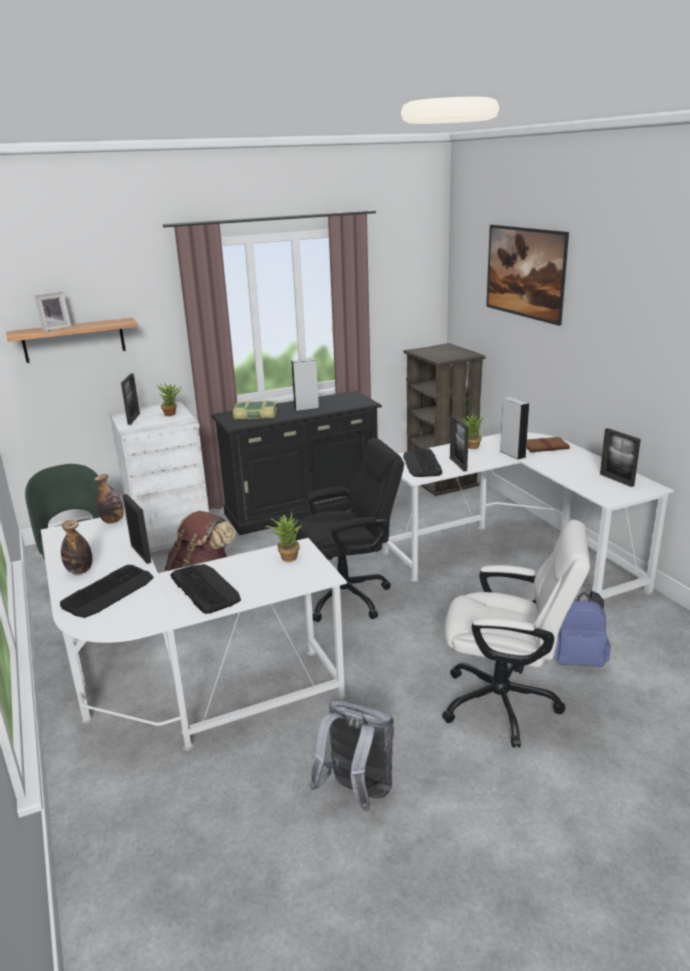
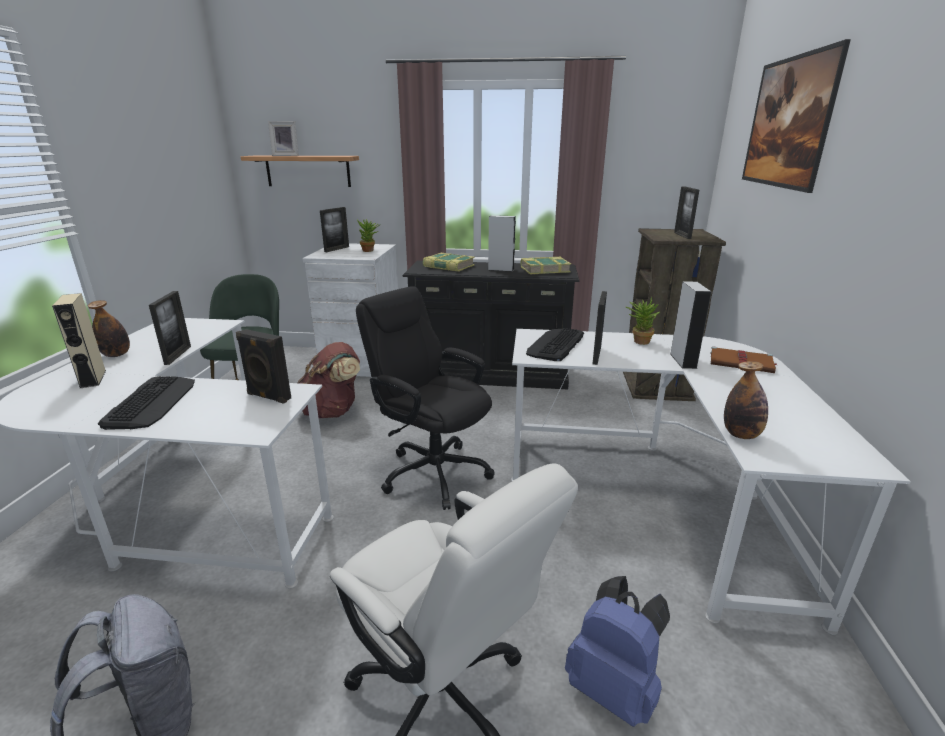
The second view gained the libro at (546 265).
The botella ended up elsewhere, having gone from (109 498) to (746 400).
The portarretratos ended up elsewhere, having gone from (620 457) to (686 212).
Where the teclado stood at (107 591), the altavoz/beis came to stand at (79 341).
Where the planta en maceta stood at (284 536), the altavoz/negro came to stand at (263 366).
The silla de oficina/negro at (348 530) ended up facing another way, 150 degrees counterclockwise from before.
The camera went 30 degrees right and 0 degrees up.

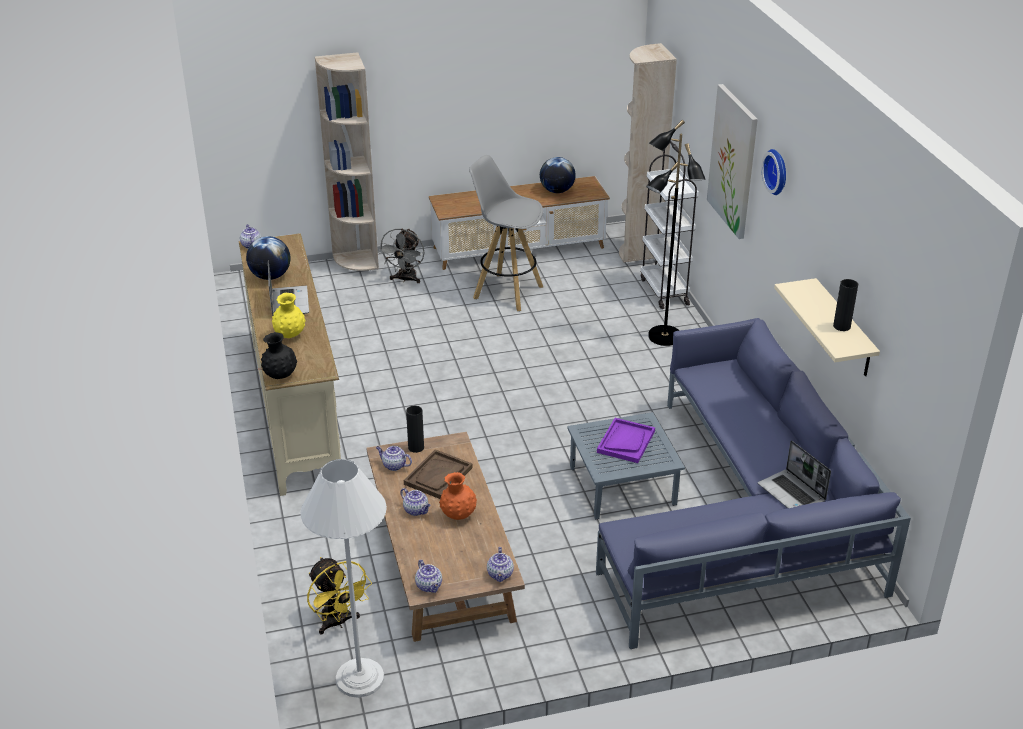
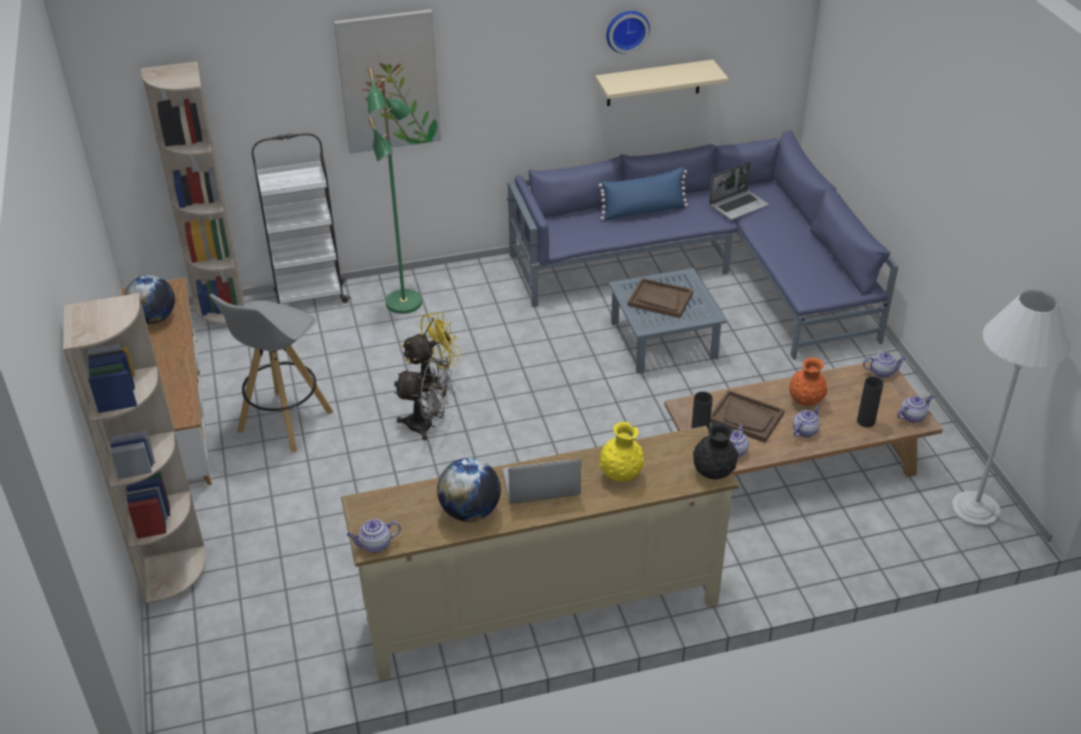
The second view gained the cojín/azul at (643 194).
The ventilador/amarillo ended up elsewhere, having gone from (339 596) to (431 352).
The ventilador/gris ended up elsewhere, having gone from (401 255) to (423 399).
The reloj de pared ended up elsewhere, having gone from (773 172) to (628 32).
The florero/negro ended up elsewhere, having gone from (845 305) to (870 402).
What was the bandeja/morado at (626 440) turned into the bandeja/marrón at (660 298).
What was the lámpara de pie/negro at (676 233) turned into the lámpara de pie/verde at (394 191).
The camera went 90 degrees left and 5 degrees up.

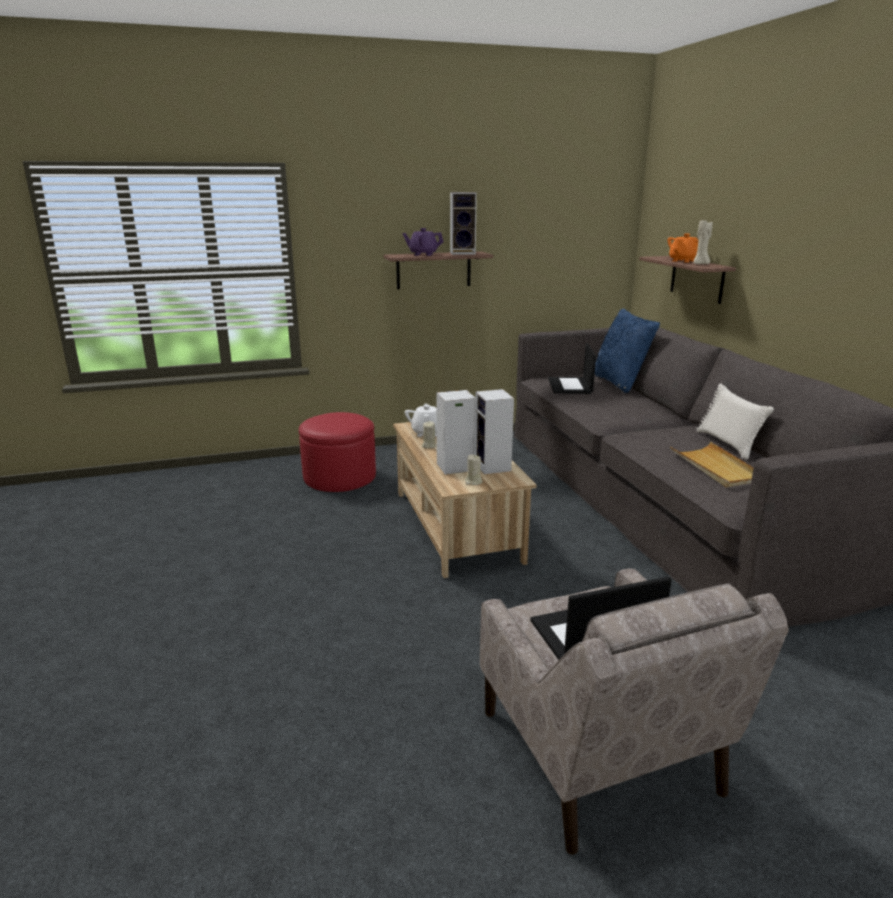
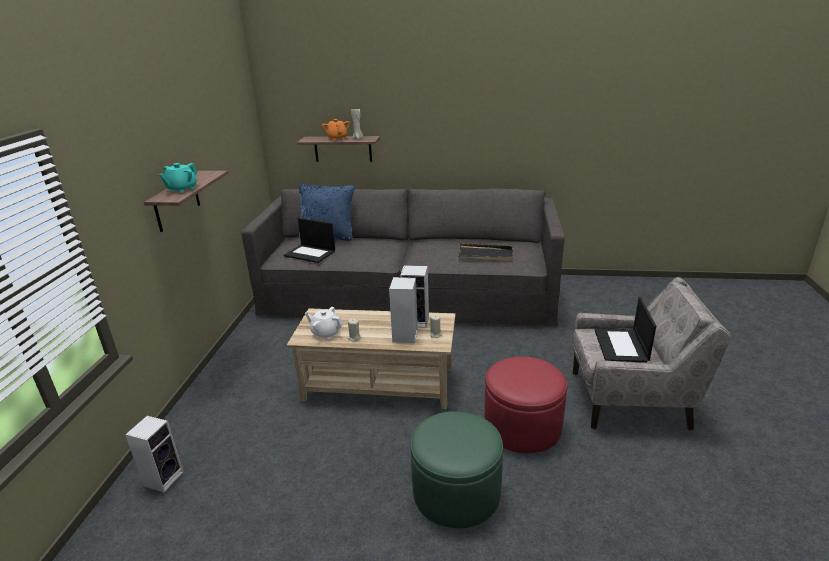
The second view lost the cojín/blanco at (735 422).
The second view gained the puf/verde at (457 469).
The puf/rojo ended up elsewhere, having gone from (337 452) to (525 405).
The altavoz ended up elsewhere, having gone from (463 223) to (154 454).
What was the tetera/morado at (422 242) turned into the tetera/turquesa at (178 178).
What was the bandeja/beis at (711 464) turned into the bandeja/negro at (486 252).
The camera went 65 degrees left and 5 degrees up.

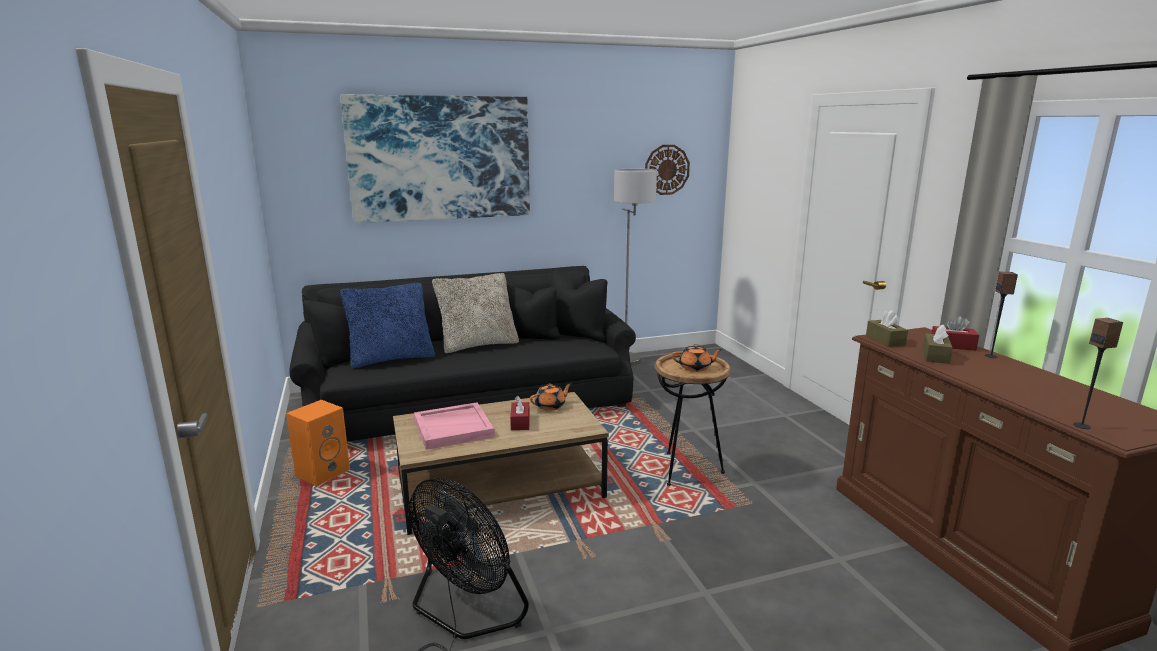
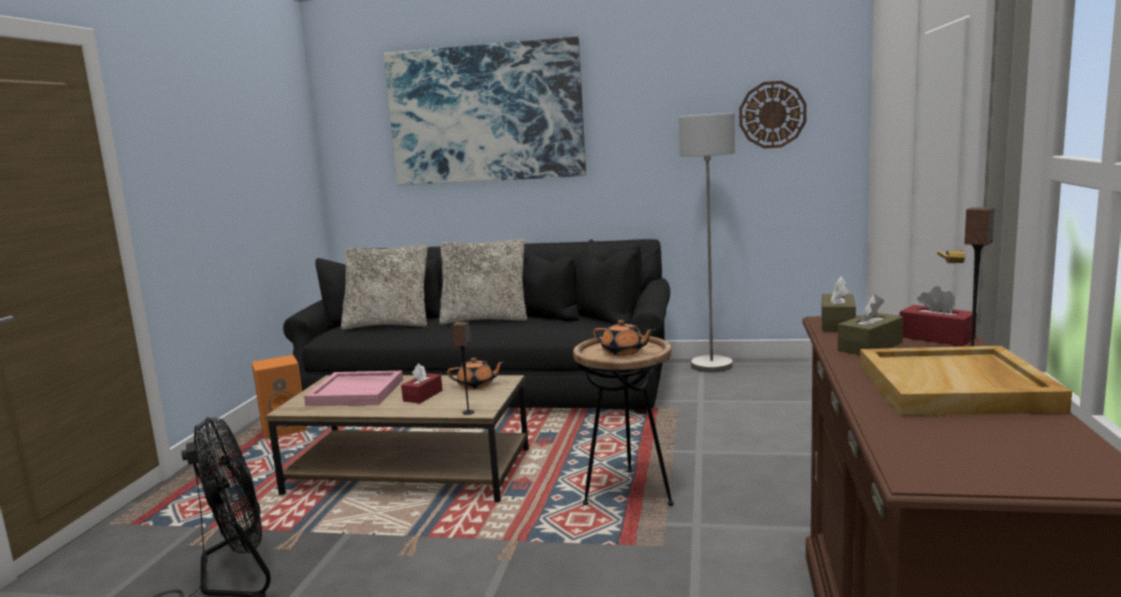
The second view gained the bandeja/beis at (966 381).
The altavoz ended up elsewhere, having gone from (1098 373) to (463 368).
What was the cojín/azul at (387 325) turned into the cojín/beis at (384 287).
The camera went 30 degrees right and 5 degrees down.

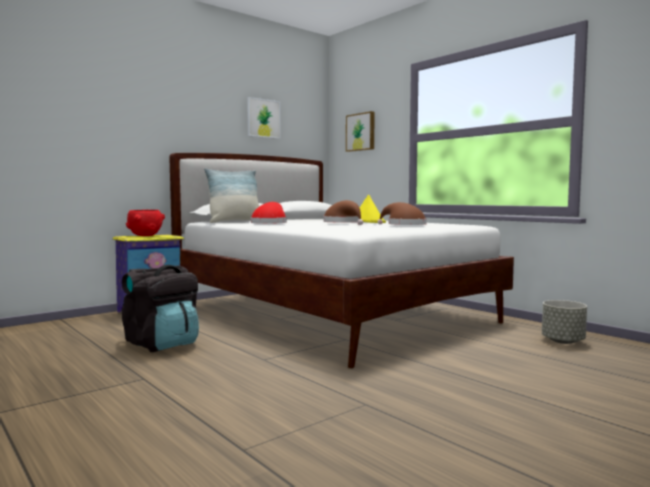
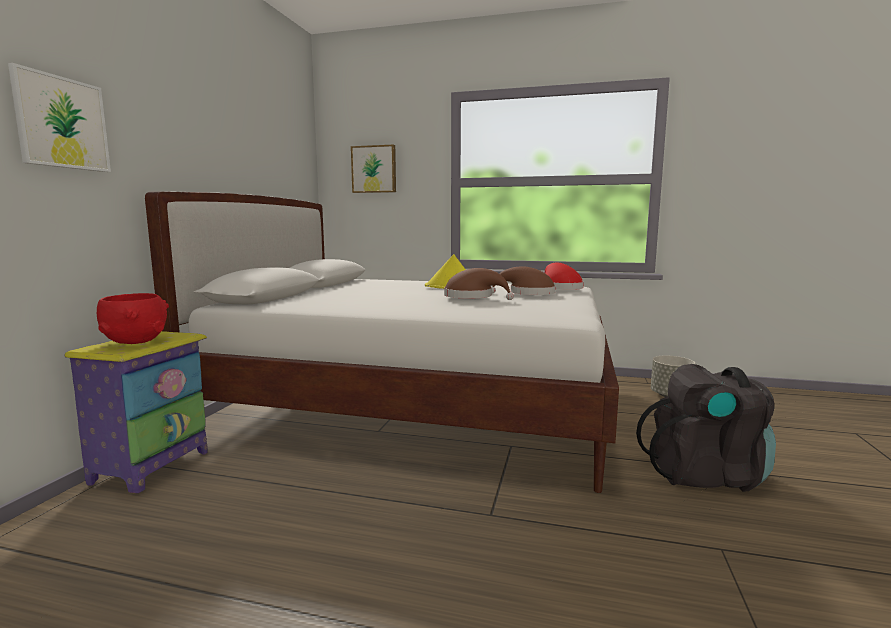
The second view lost the cojín at (231 195).
The mochila/negro ended up elsewhere, having gone from (160 308) to (706 428).
The cuadro ended up elsewhere, having gone from (264 118) to (59 117).
The sombrero/rojo ended up elsewhere, having gone from (269 213) to (564 276).
The camera went 35 degrees left and 5 degrees up.

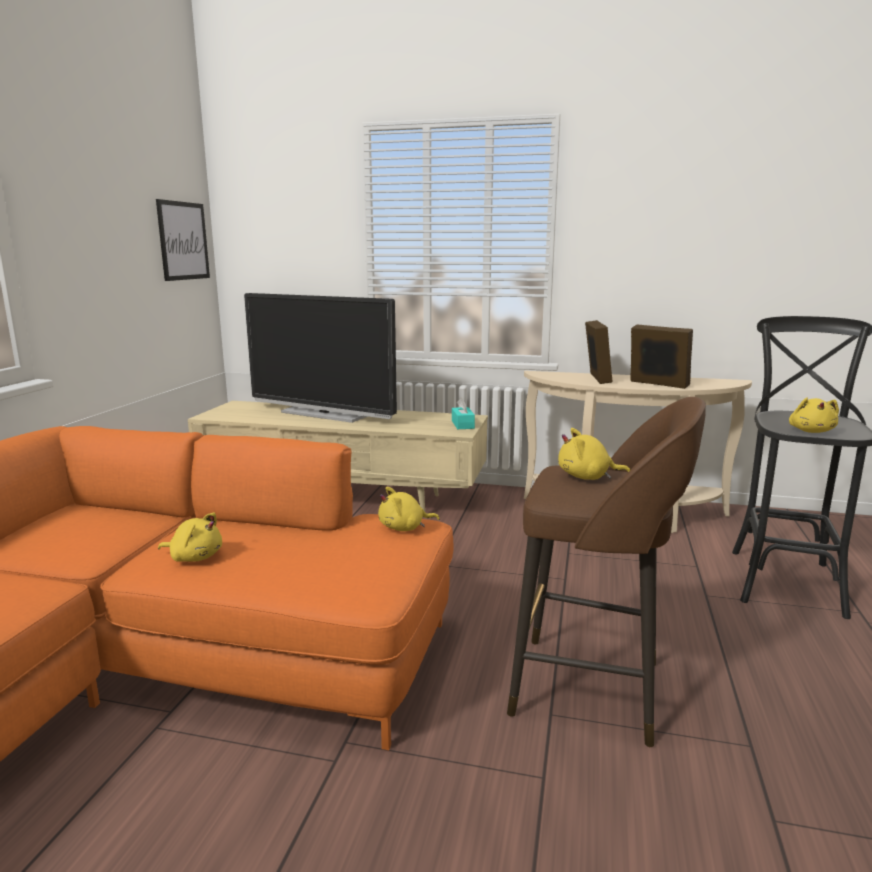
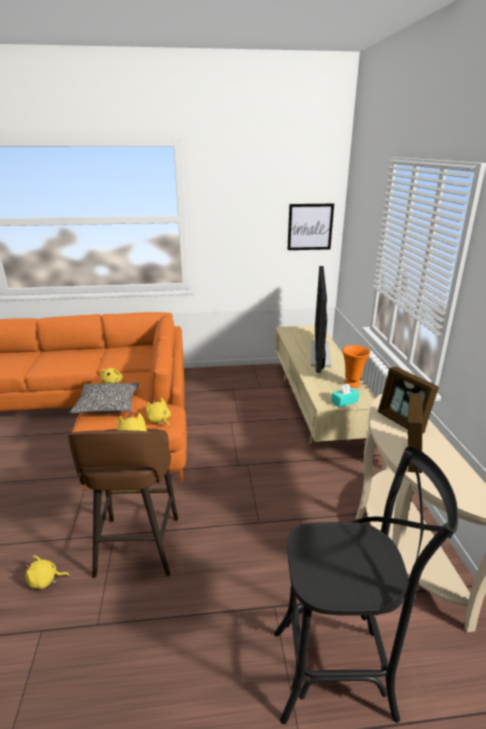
The second view gained the cojín at (104 398).
The second view gained the florero/naranja at (356 366).
The peluche/amarillo ended up elsewhere, having gone from (814 415) to (47 572).
The portarretratos at (599 352) ended up facing another way, 75 degrees clockwise from before.
The camera went 70 degrees right and 10 degrees up.

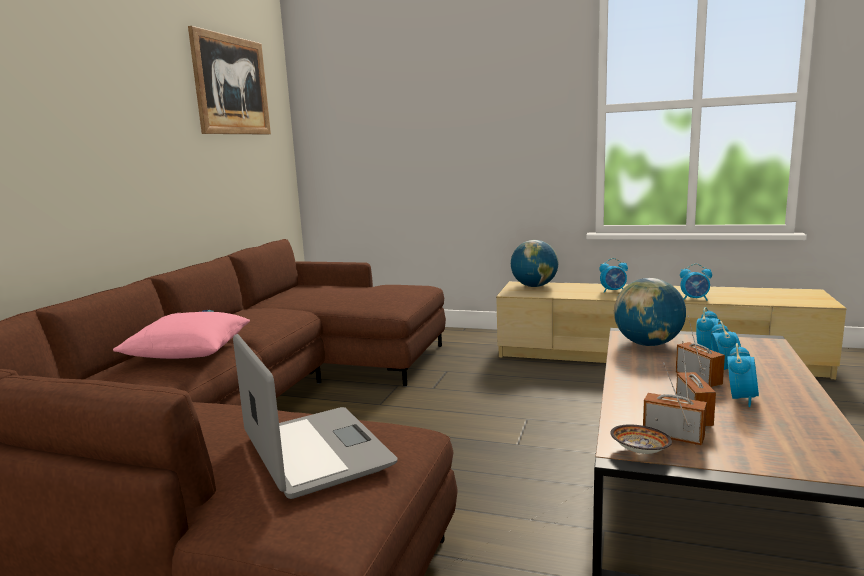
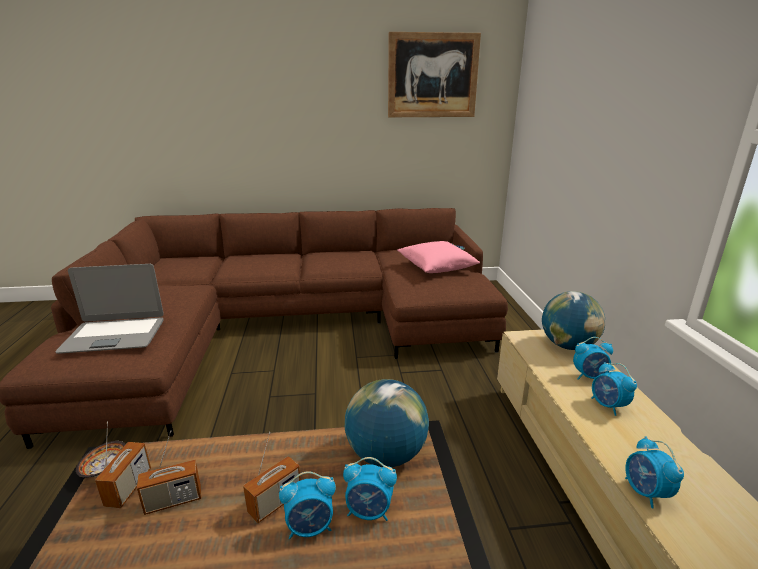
The cojín/rosa ended up elsewhere, having gone from (181 334) to (438 257).
The despertador ended up elsewhere, having gone from (743 375) to (593 358).
The portátil at (315 416) ended up facing another way, 45 degrees clockwise from before.
The camera went 65 degrees right and 10 degrees up.

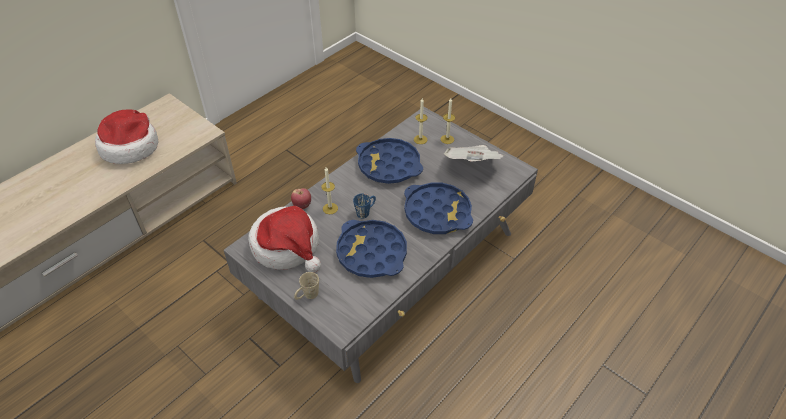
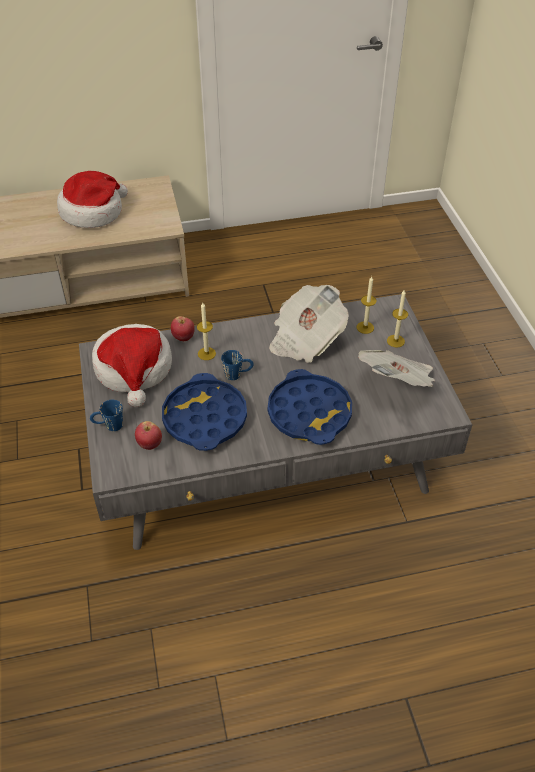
The second view gained the manzana at (148 435).
Where the bandeja/azul stood at (389 161), the periódico came to stand at (309 324).
What was the taza grande/beis at (306 286) turned into the taza grande/azul at (106 415).
The camera went 35 degrees right and 0 degrees up.

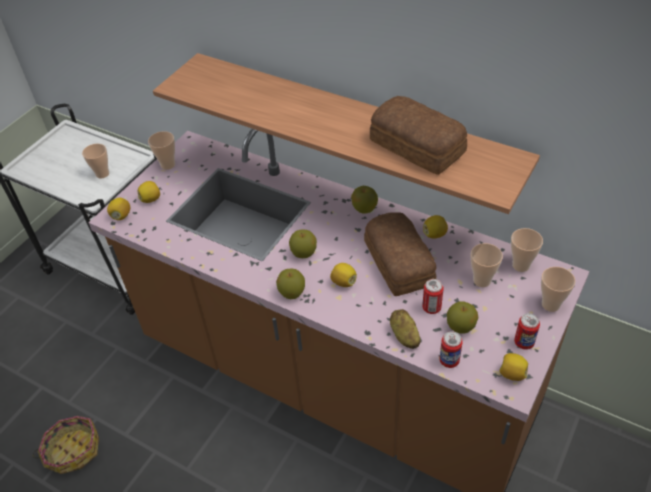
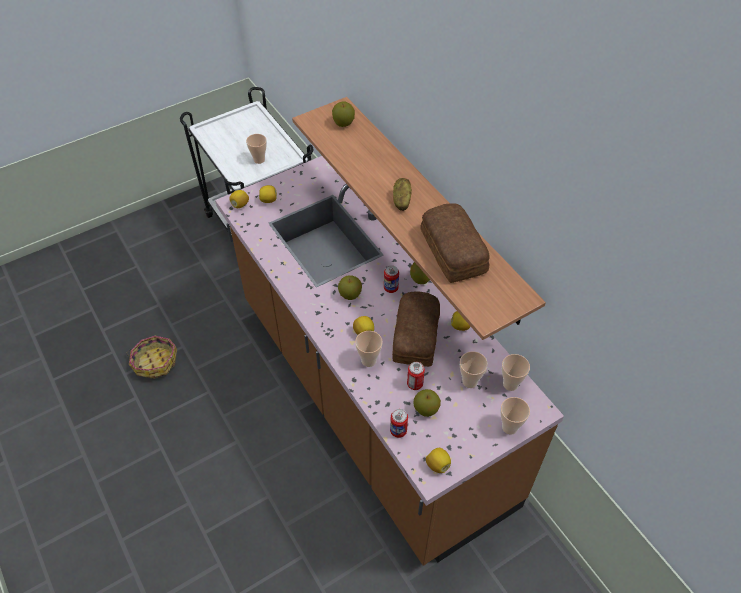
The taza ended up elsewhere, having gone from (161 150) to (369 349).
The manzana ended up elsewhere, having gone from (290 283) to (343 114).
The patata ended up elsewhere, having gone from (405 329) to (402 194).
The lata ended up elsewhere, having gone from (527 331) to (391 279).
The camera went 25 degrees right and 5 degrees up.

